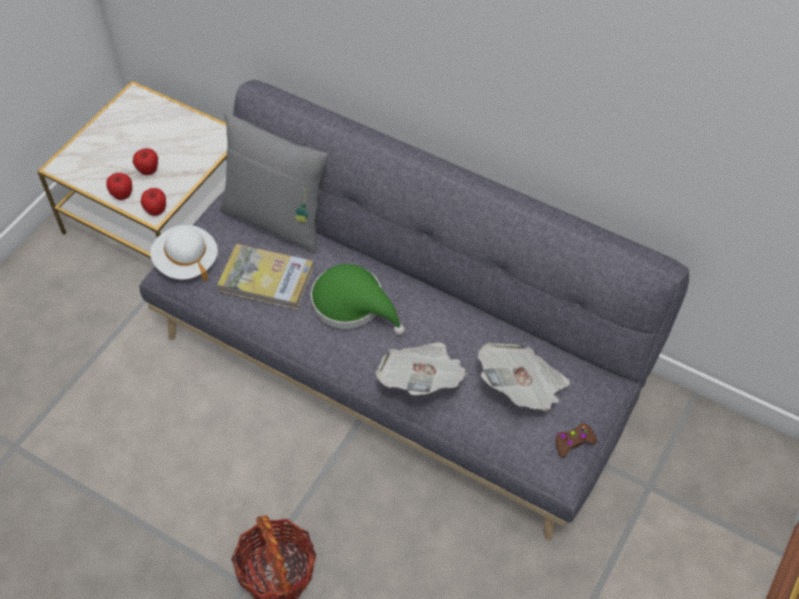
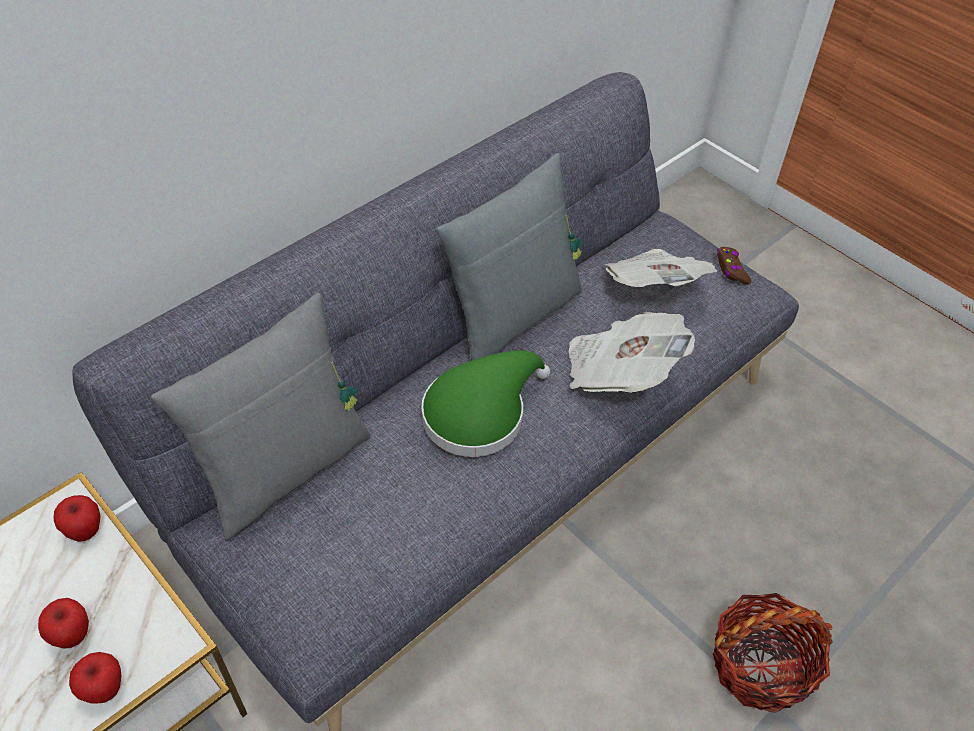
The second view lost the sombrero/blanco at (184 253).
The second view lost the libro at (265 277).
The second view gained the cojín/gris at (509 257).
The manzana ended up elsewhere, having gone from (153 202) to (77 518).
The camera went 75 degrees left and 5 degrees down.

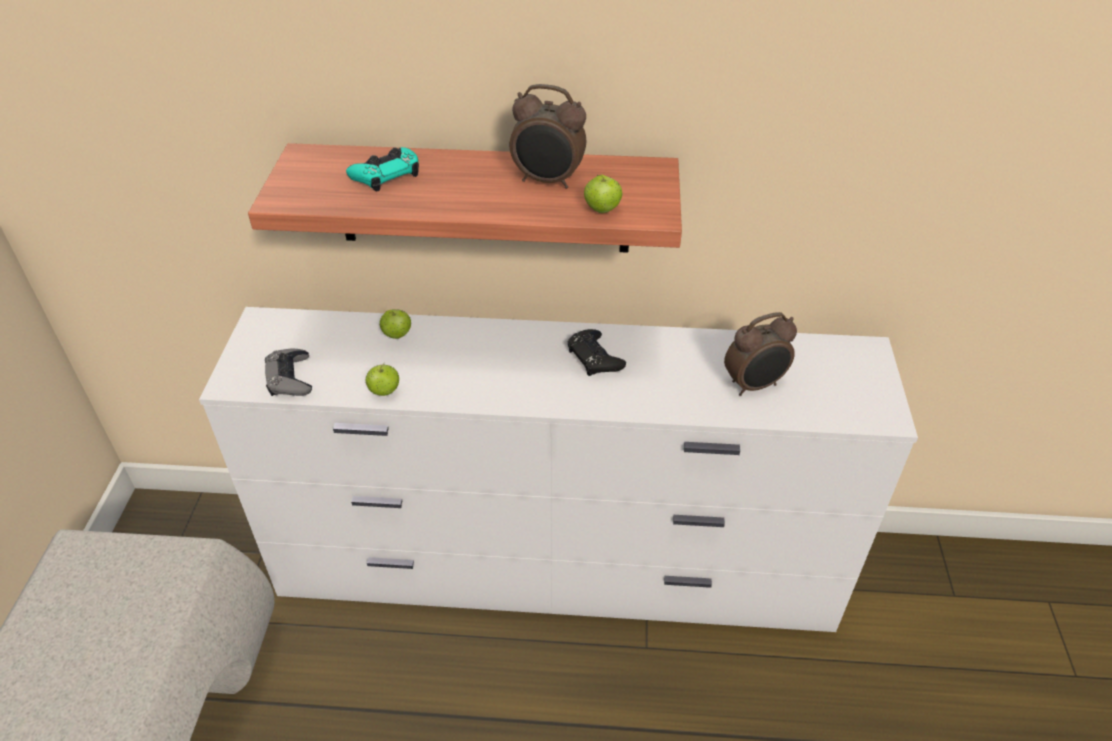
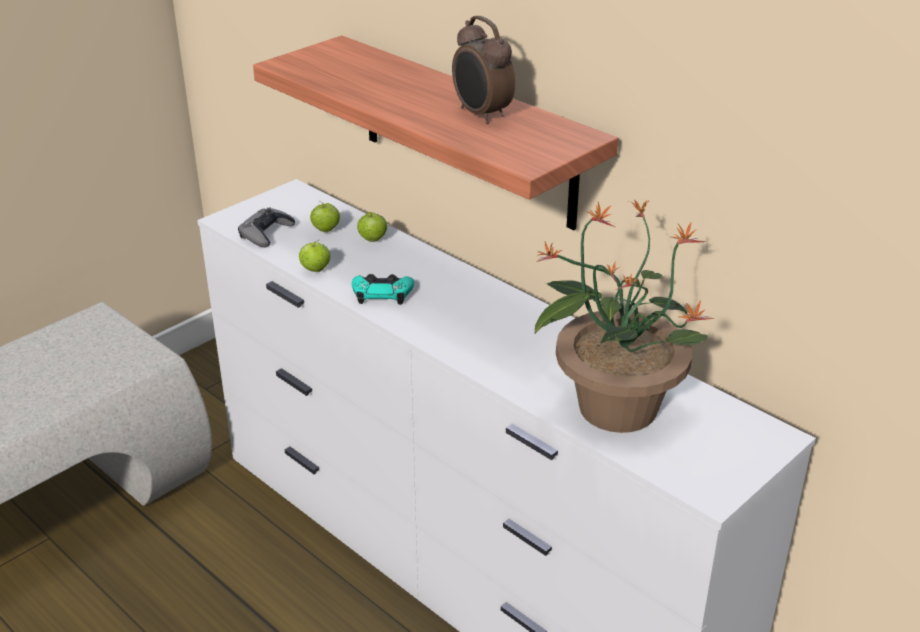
The second view lost the mando de consola/negro at (597 352).
The mando de consola/turquesa ended up elsewhere, having gone from (382 169) to (383 289).
The manzana ended up elsewhere, having gone from (603 194) to (325 216).
Where the despertador stood at (760 354), the planta en maceta came to stand at (624 316).
The camera went 40 degrees right and 10 degrees down.

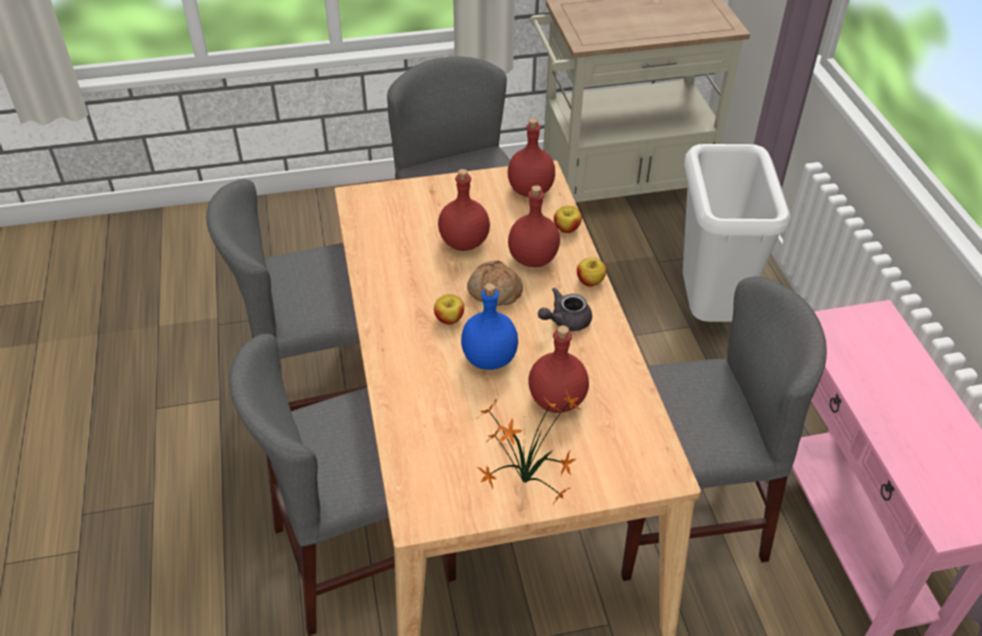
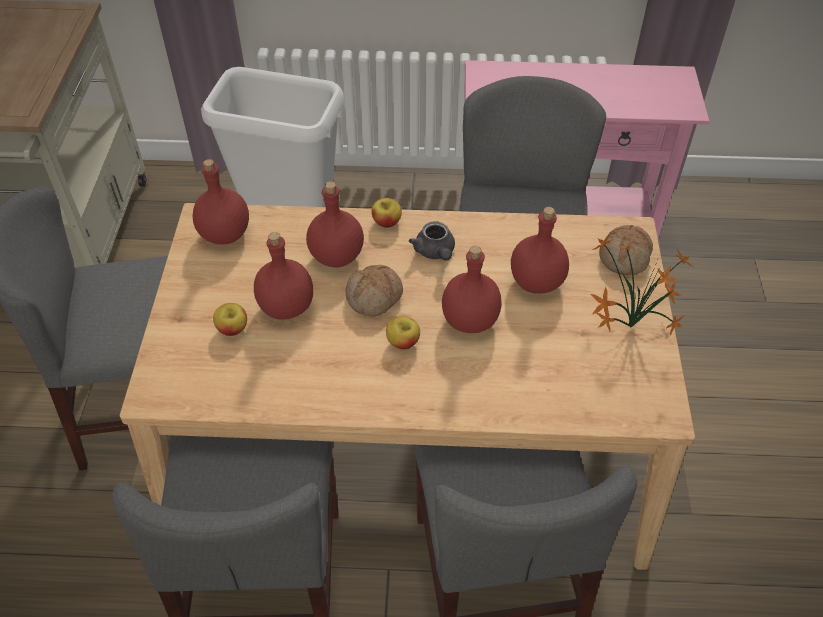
The second view gained the pan at (626 250).
The manzana ended up elsewhere, having gone from (568 219) to (230 319).
What was the botella/azul at (489 326) turned into the botella/rojo at (472 289).
The camera went 75 degrees left and 5 degrees up.

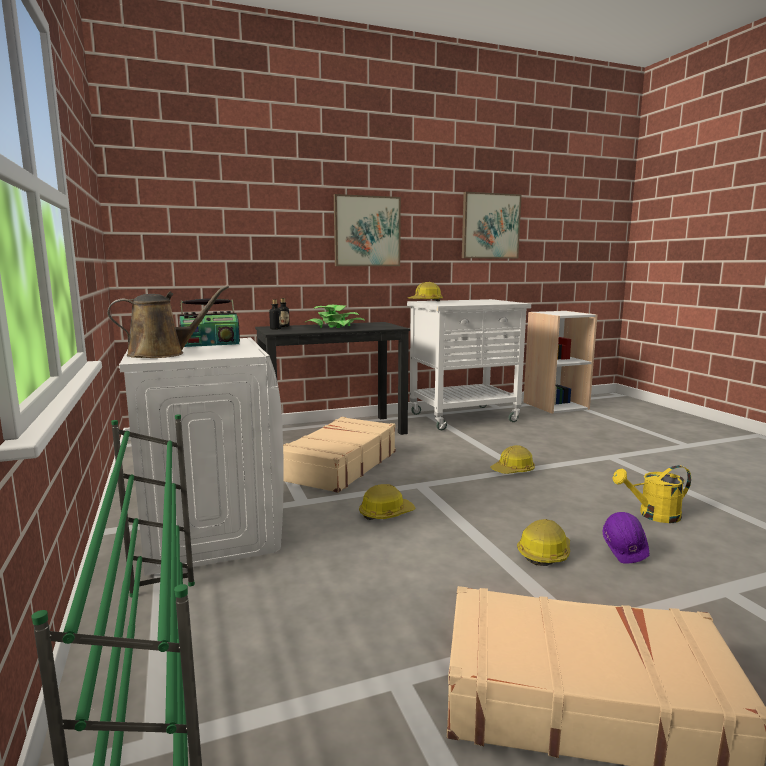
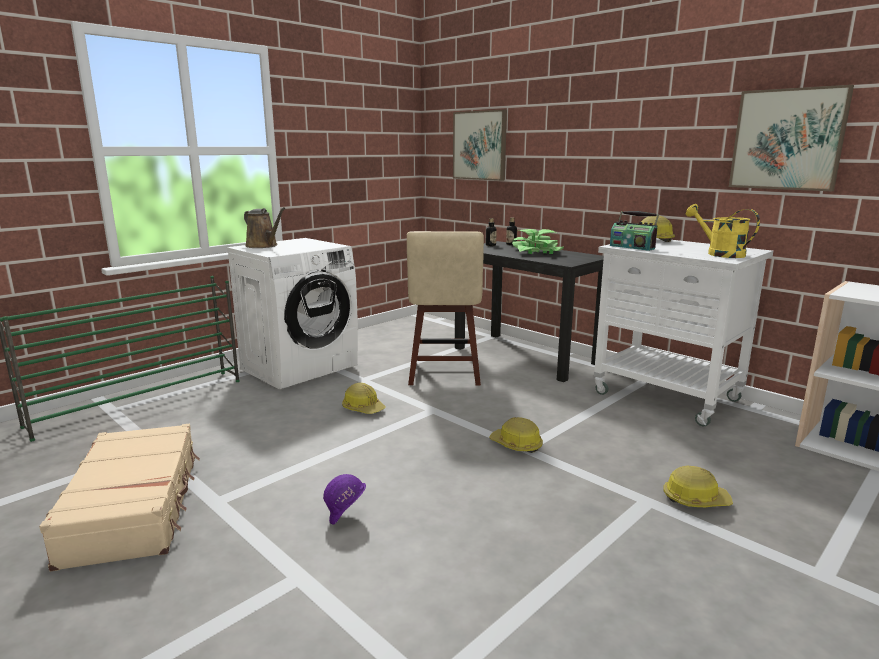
The radio ended up elsewhere, having gone from (209 322) to (634 231).
The cuadro ended up elsewhere, having gone from (367 230) to (480 145).
The casco ended up elsewhere, having gone from (543 542) to (698 486).
The regadera/amarillo ended up elsewhere, having gone from (651 494) to (723 231).
Where the maleta/beis stood at (339 455), the silla/beis came to stand at (445 308).
The camera went 65 degrees right and 5 degrees up.

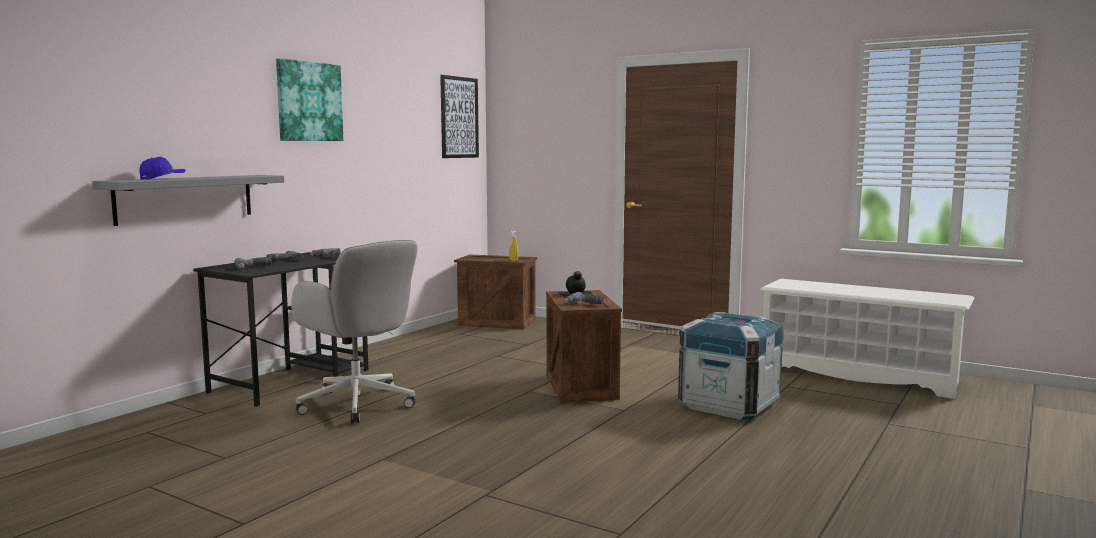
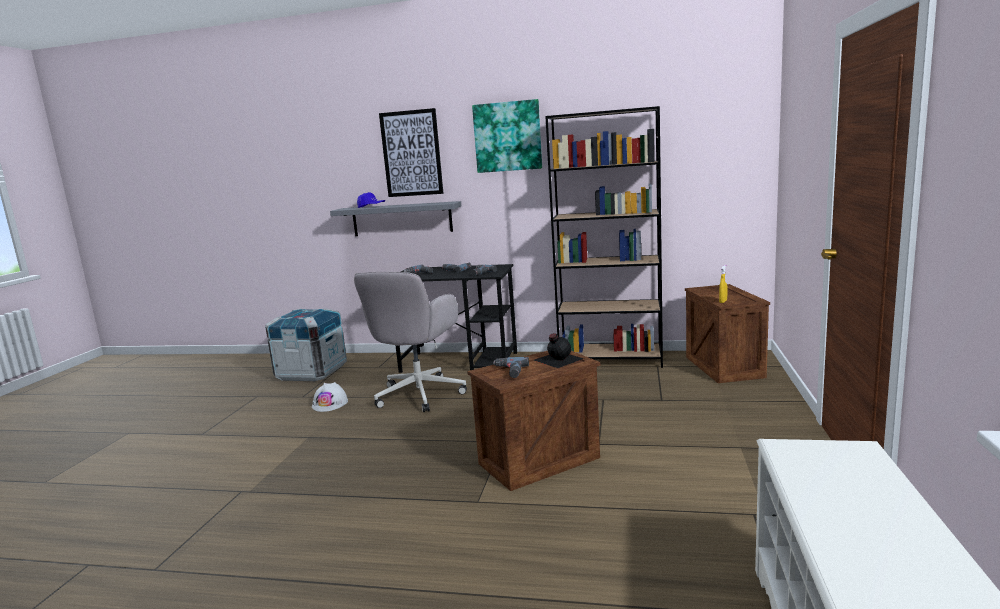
The second view gained the casco/blanco at (330 397).
The second view gained the estantería/beis at (604 237).
The cuadro ended up elsewhere, having gone from (459 116) to (411 152).
The caja de embalaje ended up elsewhere, having gone from (730 366) to (306 344).
The camera went 70 degrees right and 5 degrees up.

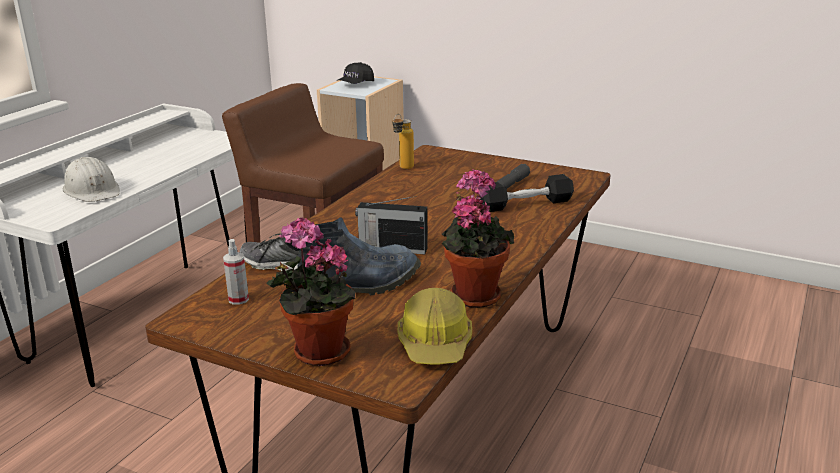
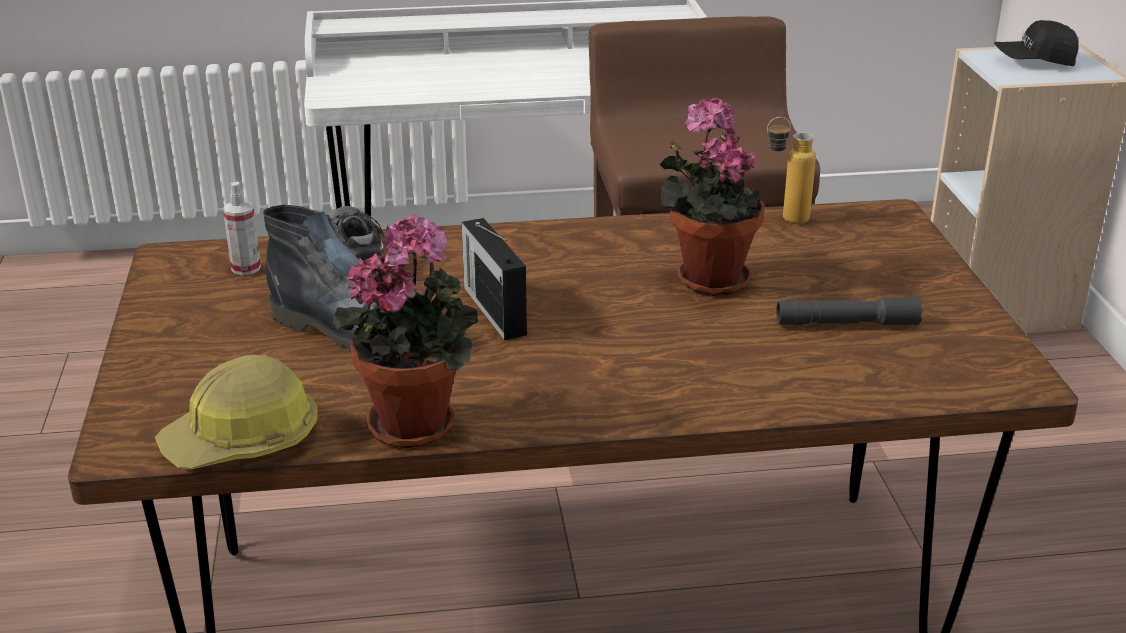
The second view lost the casco/blanco at (91 179).
The second view lost the mancuerna/negro at (526 193).
The planta en maceta ended up elsewhere, having gone from (311 292) to (712 196).
The camera went 55 degrees right and 5 degrees up.

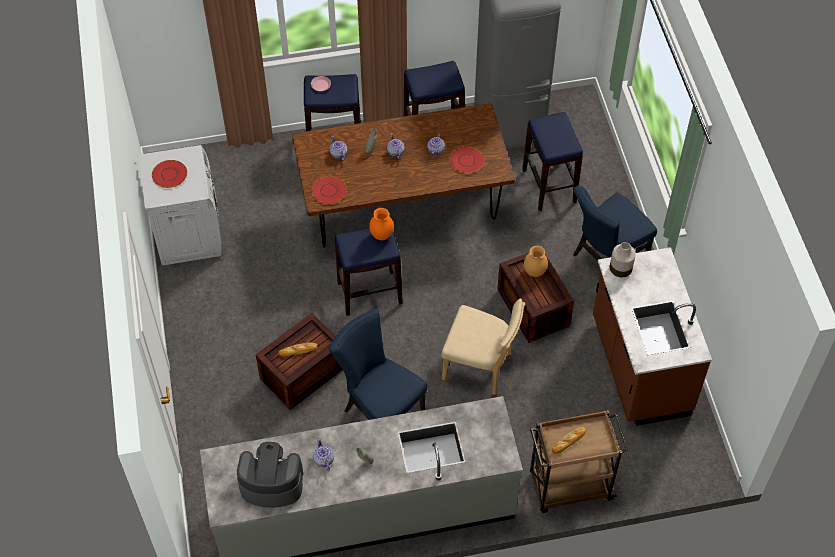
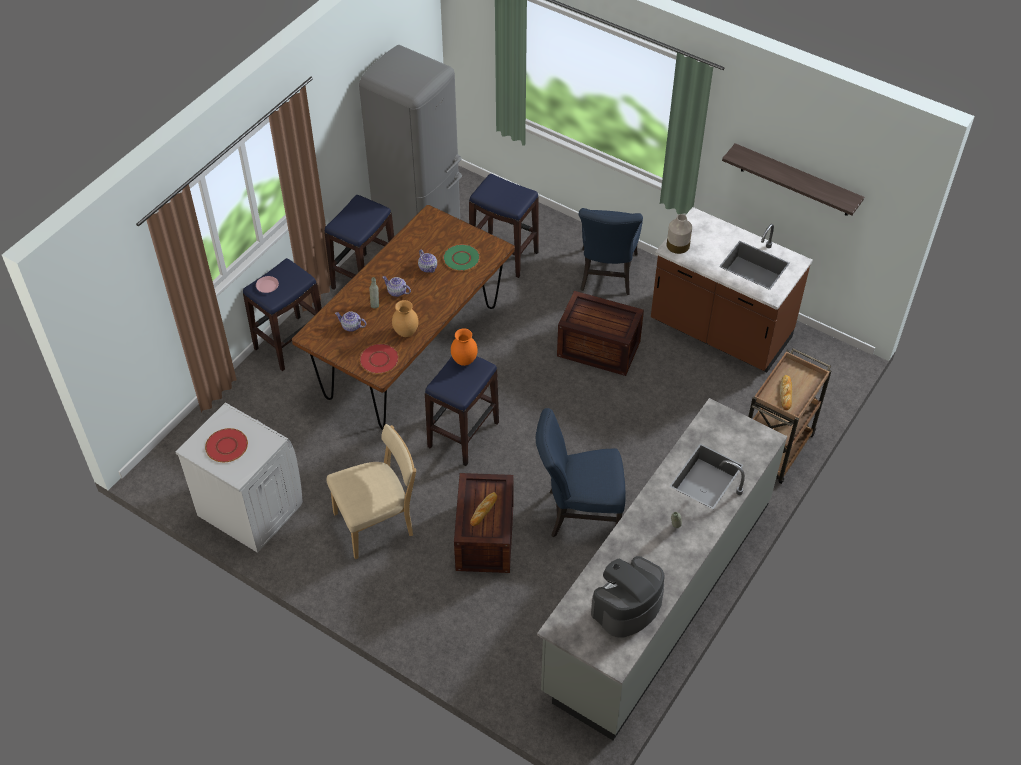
The second view lost the tetera at (323 454).
The second view gained the estante at (793 179).
The silla/beis ended up elsewhere, having gone from (483 346) to (371 491).
The florero/marrón ended up elsewhere, having gone from (536 261) to (405 318).
What was the plato/rojo at (466 160) turned into the plato/verde at (461 257).
The camera went 45 degrees left and 5 degrees down.

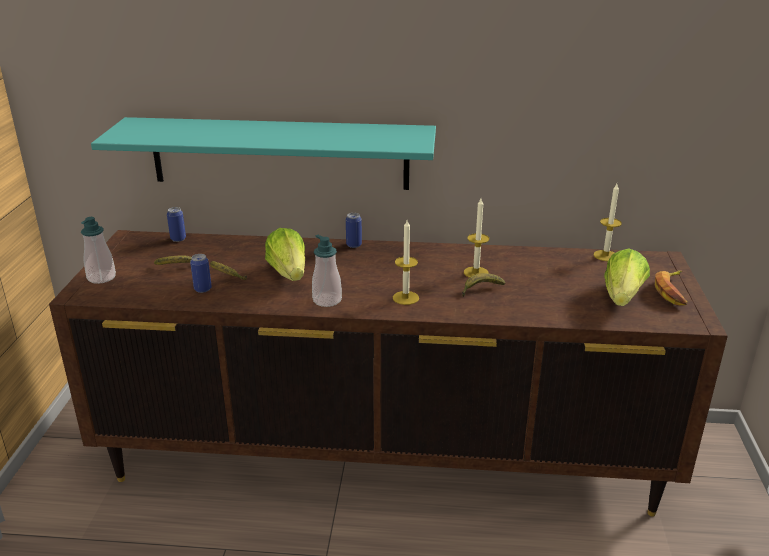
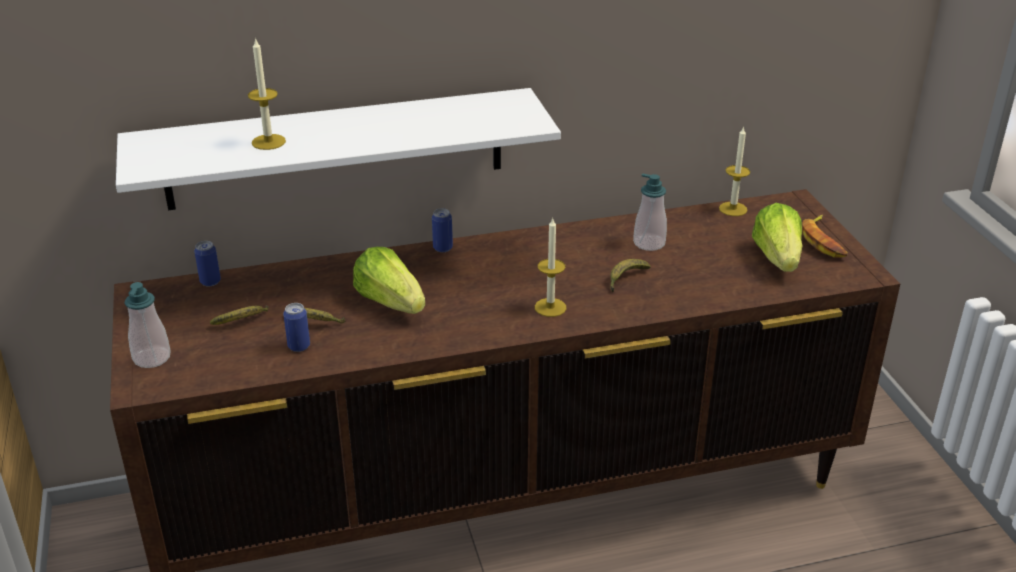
The dispensador de jabón ended up elsewhere, having gone from (327 271) to (650 212).
The vela ended up elsewhere, having gone from (476 238) to (267 94).
What was the estante/turquesa at (263 153) turned into the estante/blanco at (338 149).
The camera went 20 degrees left and 5 degrees up.

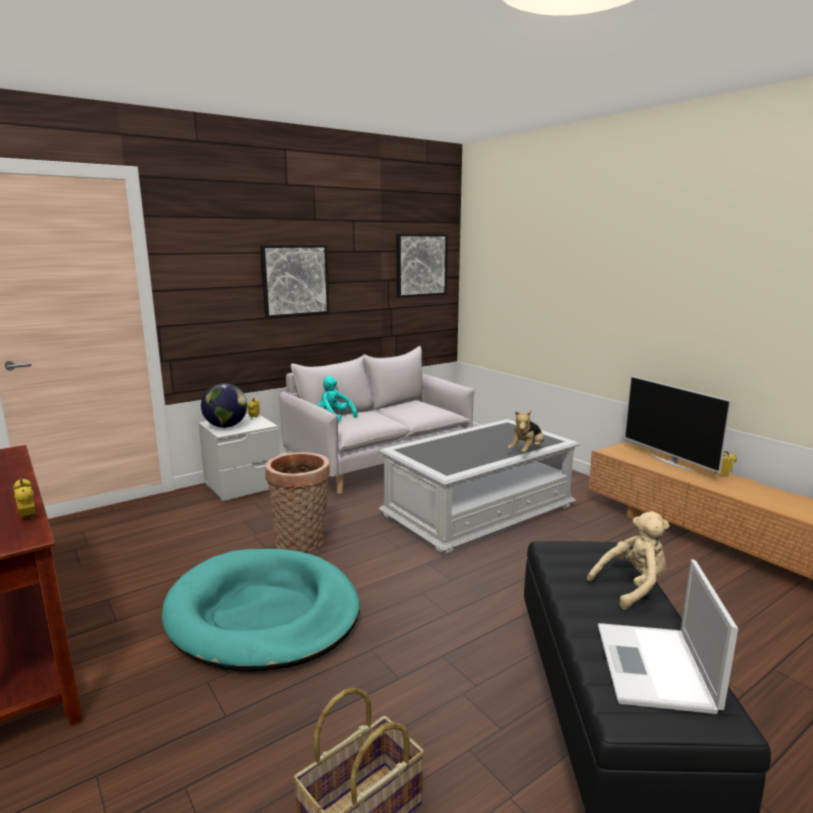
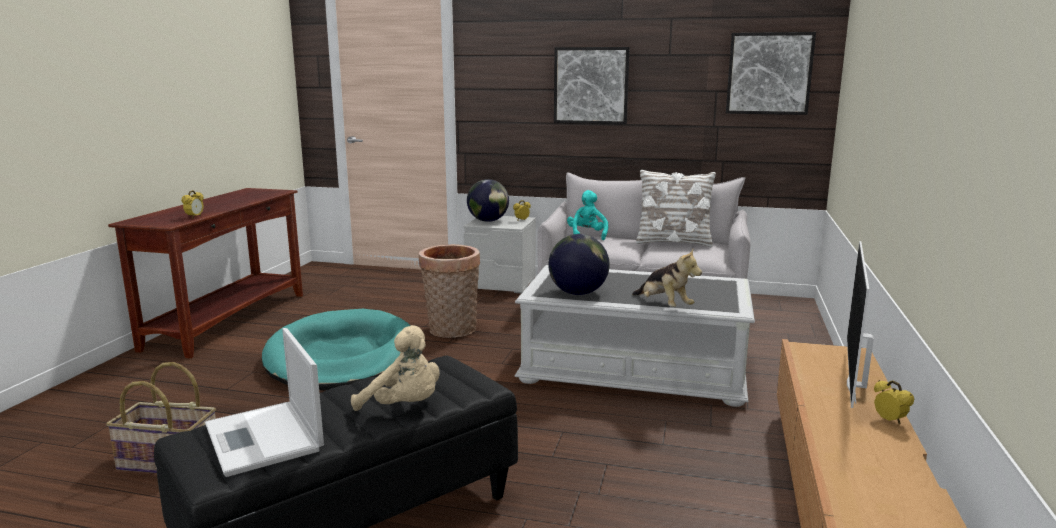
The second view gained the globo terráqueo at (579 264).
The second view gained the cojín/blanco at (676 208).
The peluche at (526 431) ended up facing another way, 120 degrees counterclockwise from before.
The portátil at (668 636) ended up facing another way, 90 degrees counterclockwise from before.
The camera went 50 degrees right and 0 degrees up.

